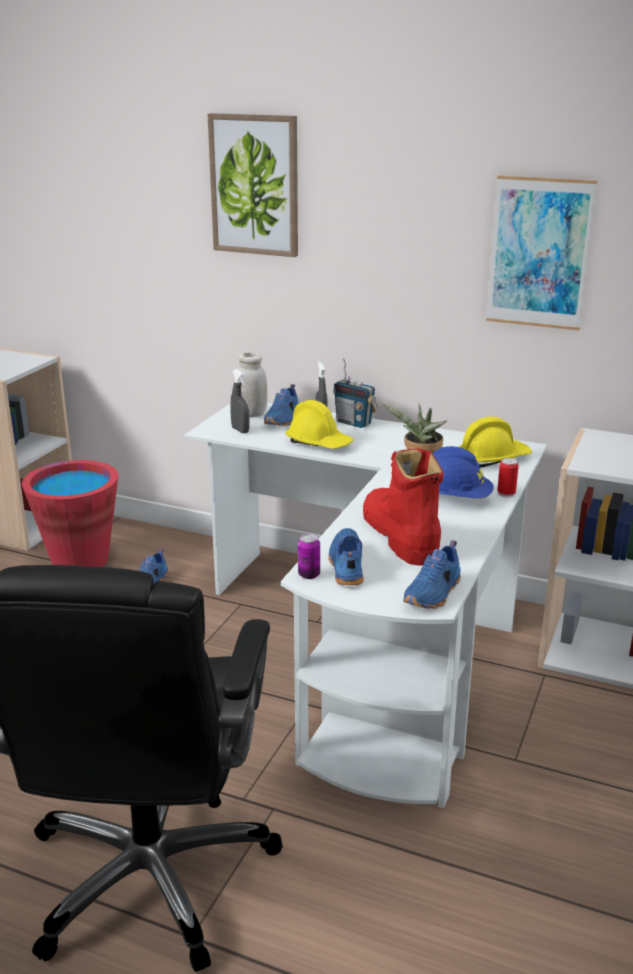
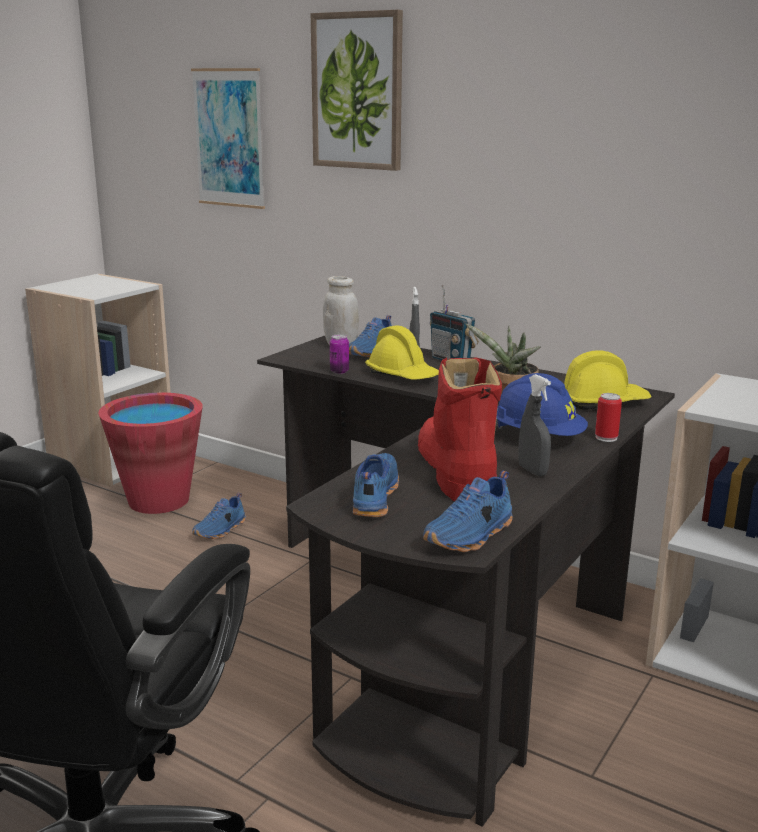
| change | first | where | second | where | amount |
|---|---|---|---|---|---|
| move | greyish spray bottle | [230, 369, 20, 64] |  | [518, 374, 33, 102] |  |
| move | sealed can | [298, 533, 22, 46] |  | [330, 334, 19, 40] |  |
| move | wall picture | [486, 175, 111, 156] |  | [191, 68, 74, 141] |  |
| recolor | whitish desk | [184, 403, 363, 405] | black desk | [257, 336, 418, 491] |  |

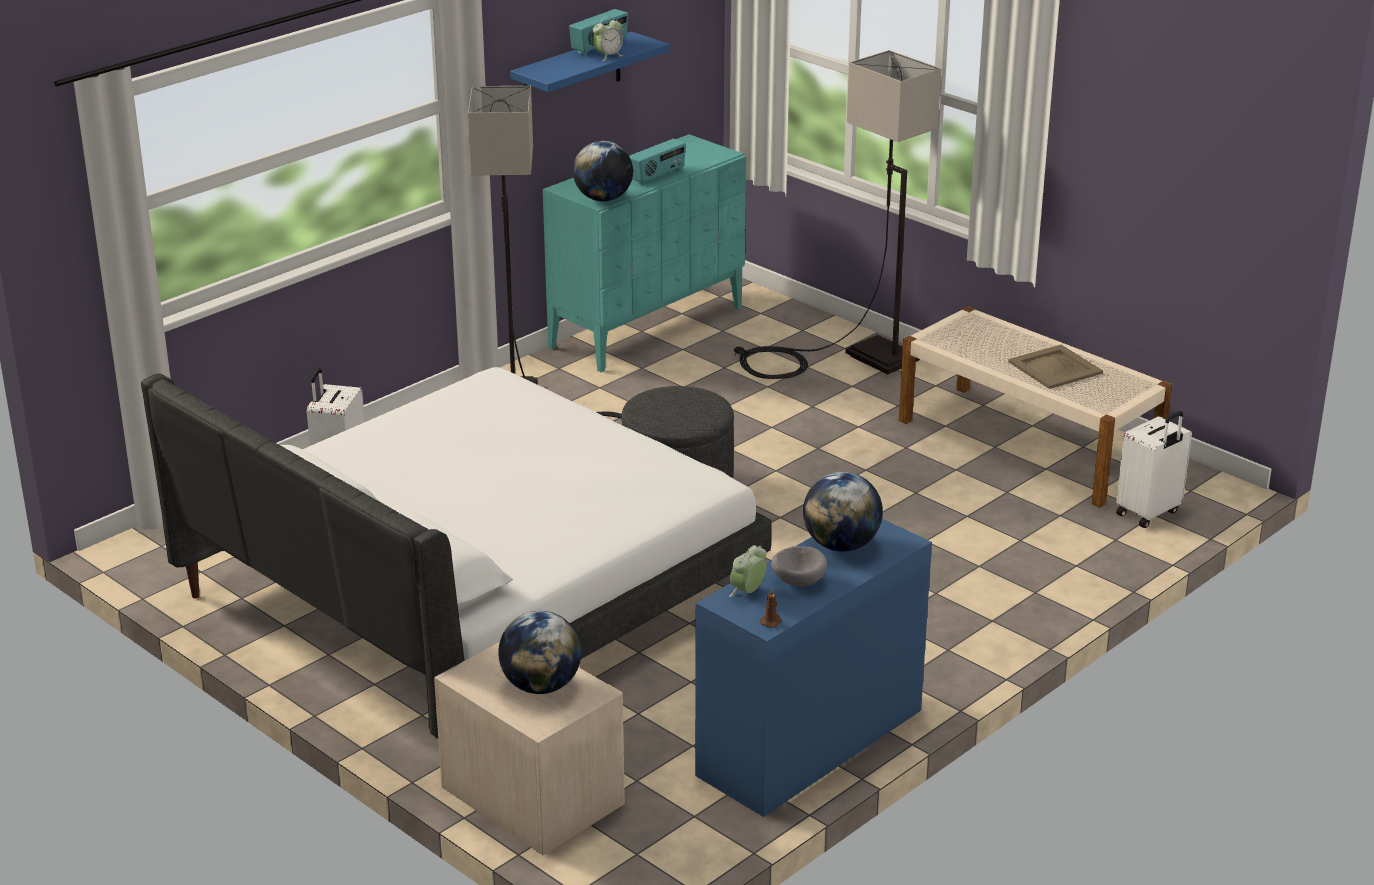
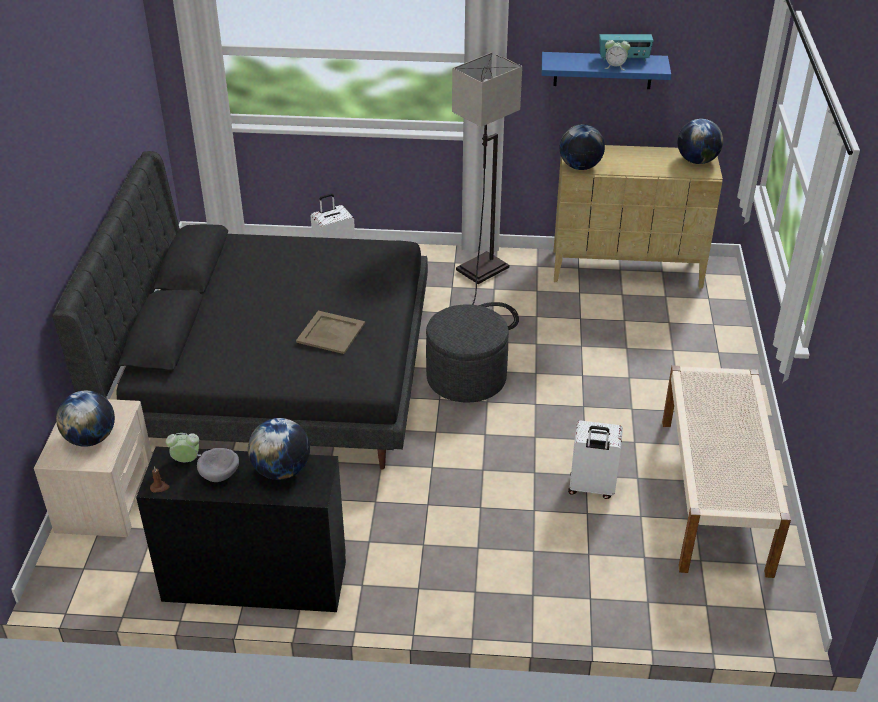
| change | first | where | second | where | amount |
|---|---|---|---|---|---|
| delete | radio | [629, 139, 57, 47] |  |  |  |
| delete | standing lamp | [734, 50, 207, 329] |  |  |  |
| insert |  |  | desk globe | [678, 119, 45, 45] |  |
| move | beige-coloured serving tray | [1008, 345, 95, 44] |  | [296, 311, 69, 43] |  |
| move | whitish suitcase | [1116, 411, 76, 117] |  | [568, 421, 55, 78] |  |
| recolor | whitish bed | [141, 367, 631, 372] | black bed | [52, 151, 376, 319] |  |
| recolor | turquoise drawer chest | [543, 134, 203, 238] | beige-coloured drawer chest | [554, 145, 169, 144] |  |
| recolor | blue desk | [695, 519, 237, 298] | black desk | [136, 447, 210, 165] |  |

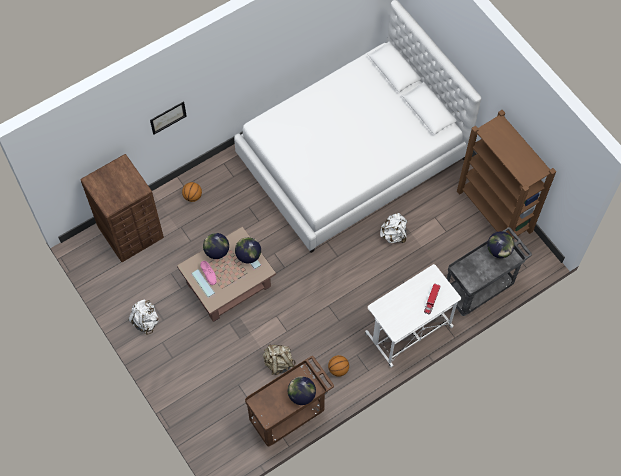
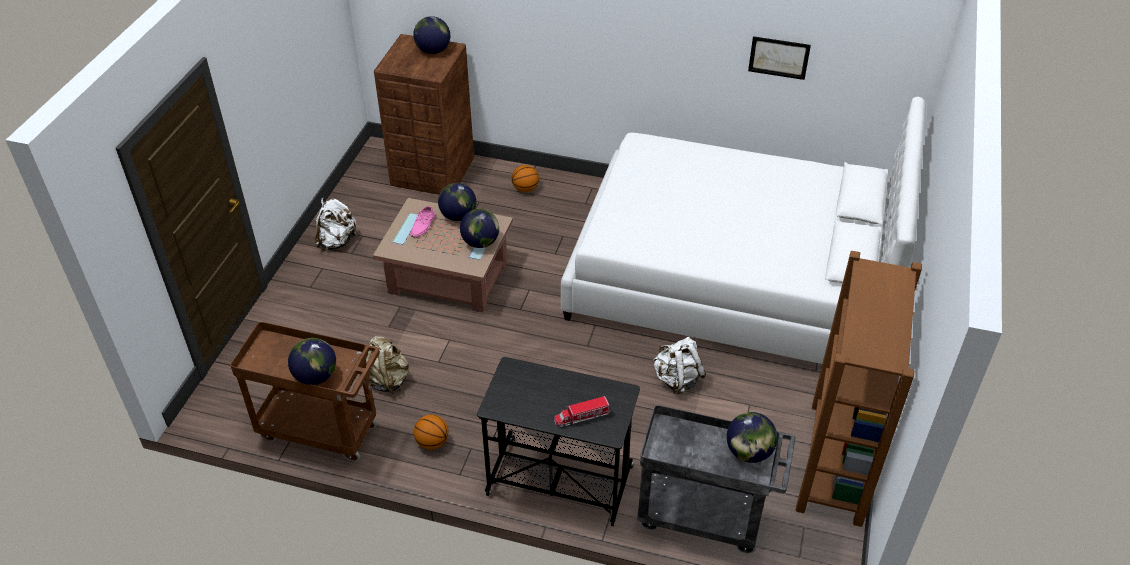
| change | first | where | second | where | amount |
|---|---|---|---|---|---|
| insert |  |  | desk globe | [413, 16, 37, 38] |  |
| move | wall picture | [150, 101, 37, 34] |  | [748, 36, 63, 44] |  |
| recolor | whitish desk | [365, 264, 96, 104] | black desk | [477, 357, 163, 169] |  |

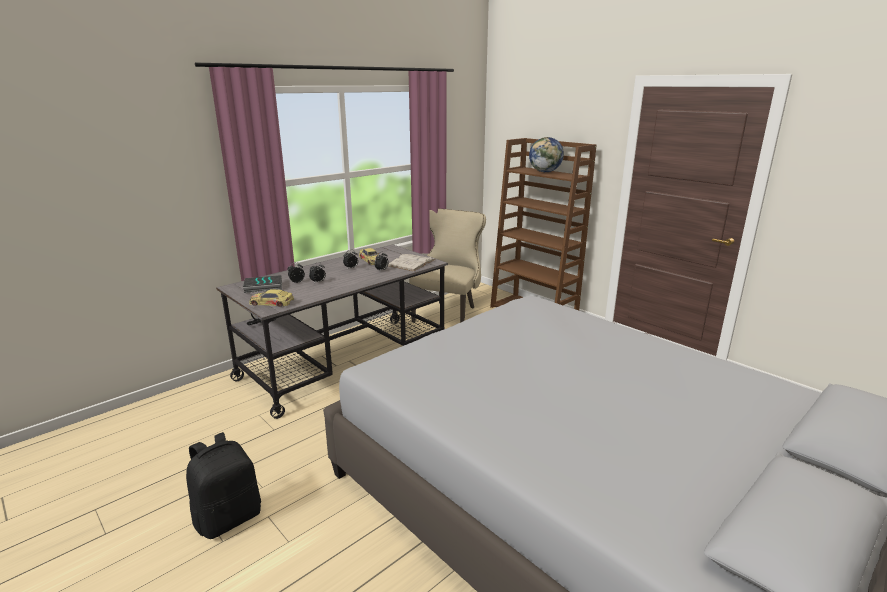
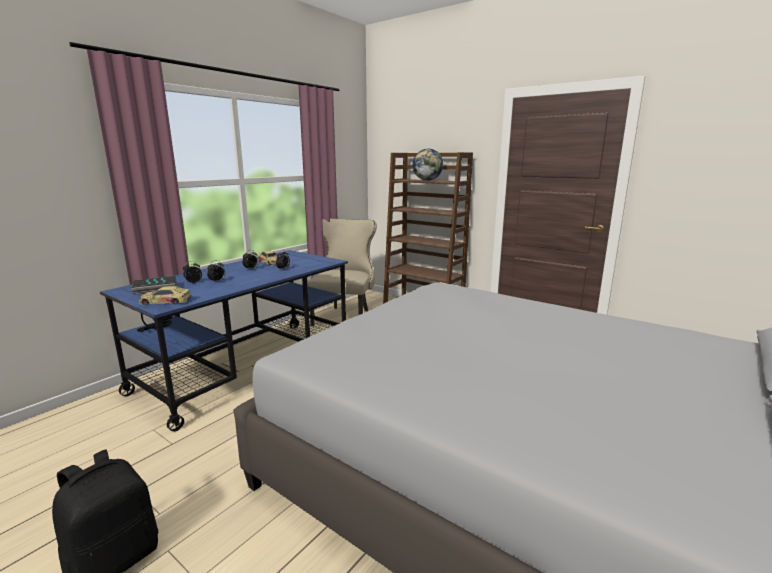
| change | first | where | second | where | amount |
|---|---|---|---|---|---|
| delete | whitish book | [388, 254, 47, 17] |  |  |  |
| recolor | greyish desk | [216, 245, 232, 174] | blue desk | [100, 250, 248, 181] |  |

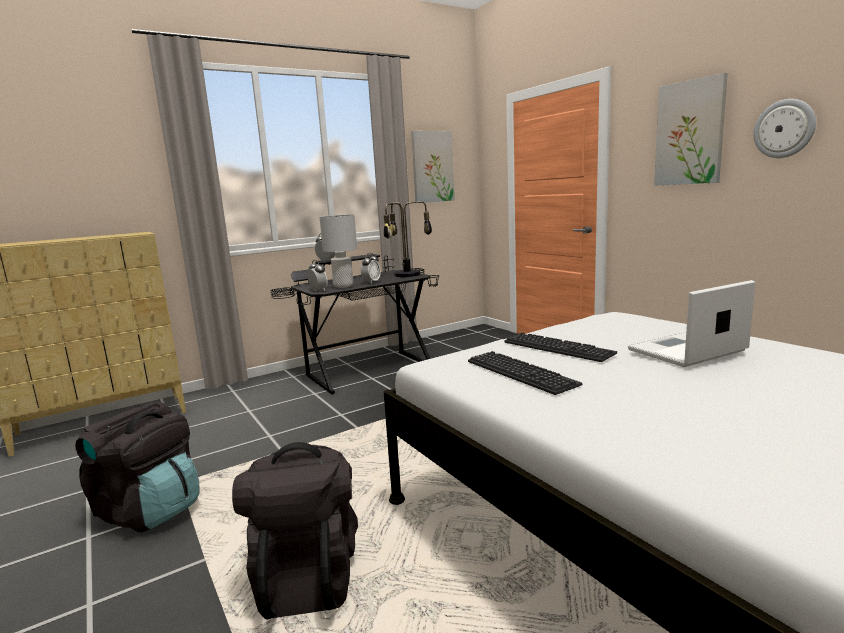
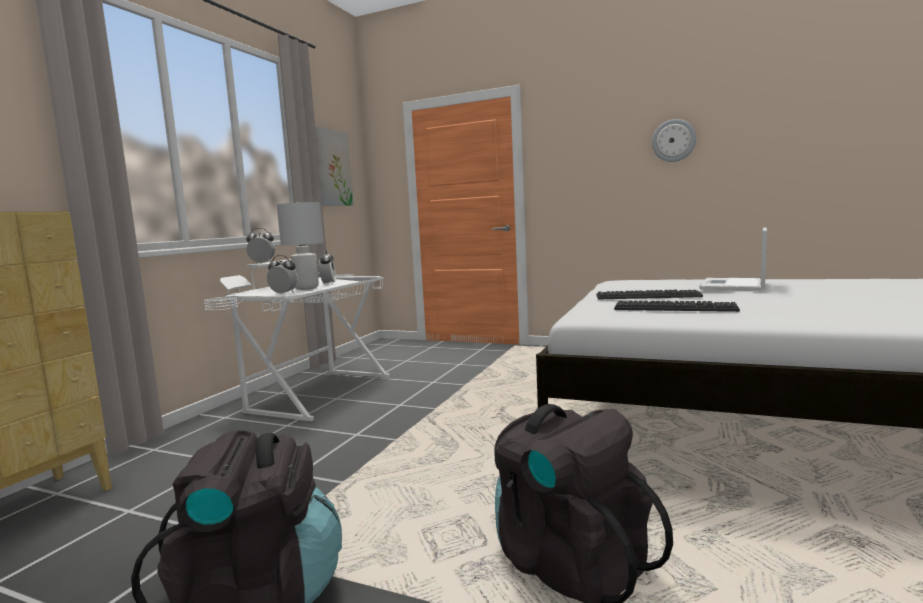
| change | first | where | second | where | amount |
|---|---|---|---|---|---|
| delete | lamp for a table | [384, 201, 48, 76] |  |  |  |
| delete | wall picture | [654, 73, 74, 113] |  |  |  |
| recolor | black desk | [270, 254, 169, 140] | whitish desk | [204, 259, 186, 162] |  |

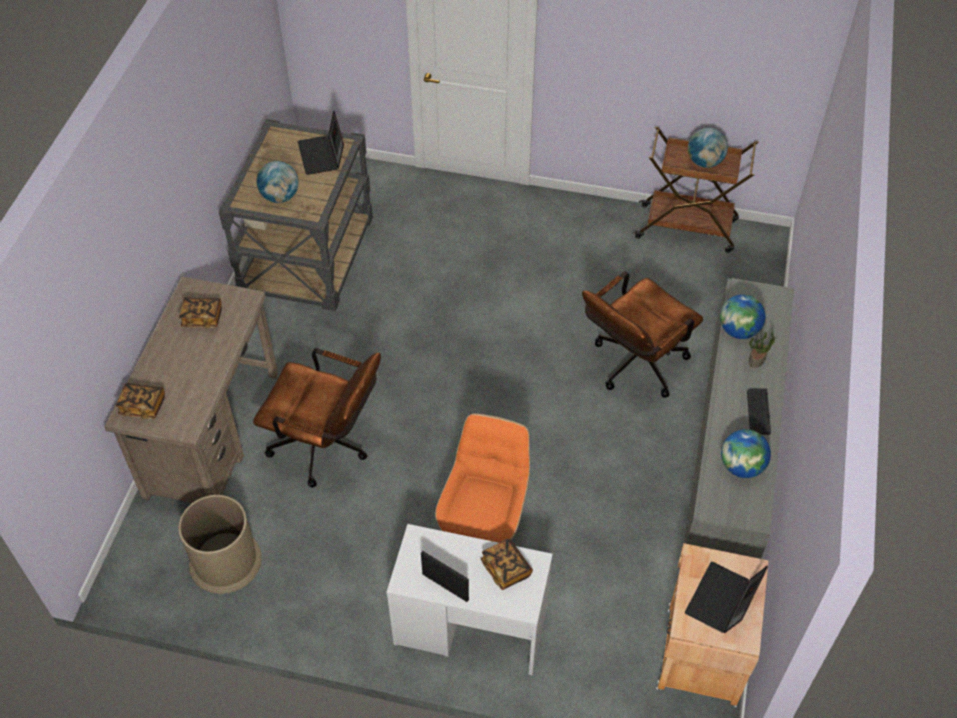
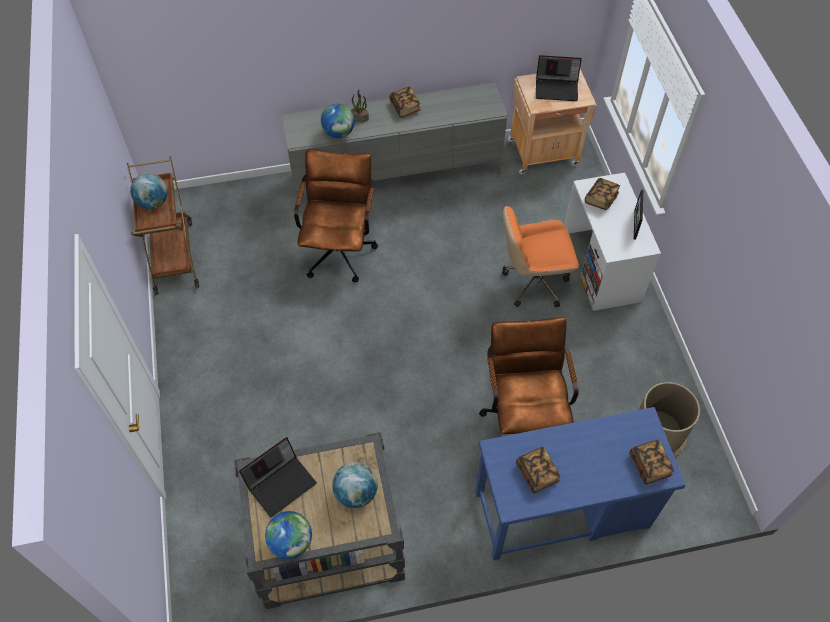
| change | first | where | second | where | amount |
|---|---|---|---|---|---|
| move | desk globe | [721, 429, 50, 49] |  | [265, 511, 47, 48] |  |
| replace | PC keyboard | [747, 388, 24, 47] | book | [389, 86, 32, 32] |  |
| recolor | brownish desk | [104, 276, 174, 227] | blue desk | [475, 407, 210, 153] |  |
| rotate | brownish desk chair | [582, 272, 121, 126] |  | [294, 149, 84, 133] | 105 degrees counterclockwise |

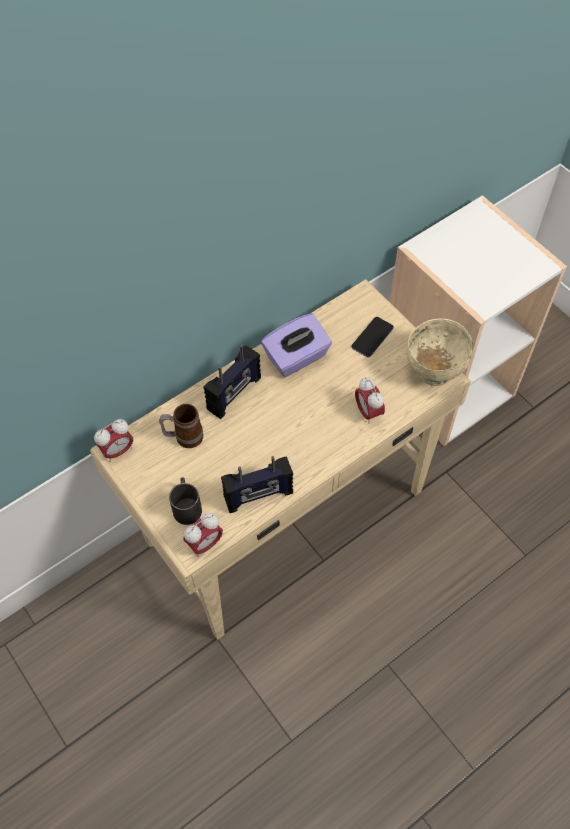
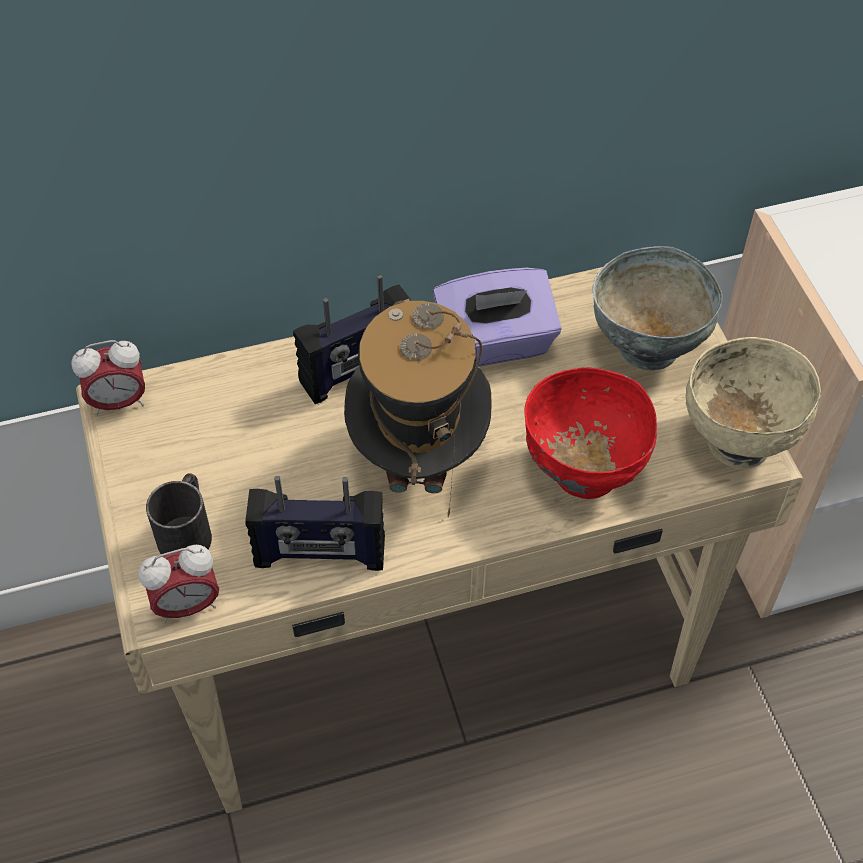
| change | first | where | second | where | amount |
|---|---|---|---|---|---|
| delete | coffee mug | [159, 404, 44, 44] |  |  |  |
| insert |  |  | hat | [344, 299, 148, 218] |  |
| replace | handset | [351, 317, 43, 40] | greyish deep dish | [592, 246, 131, 125] |  |
| replace | table clock | [355, 378, 30, 46] | reddish deep dish | [525, 367, 132, 132] |  |

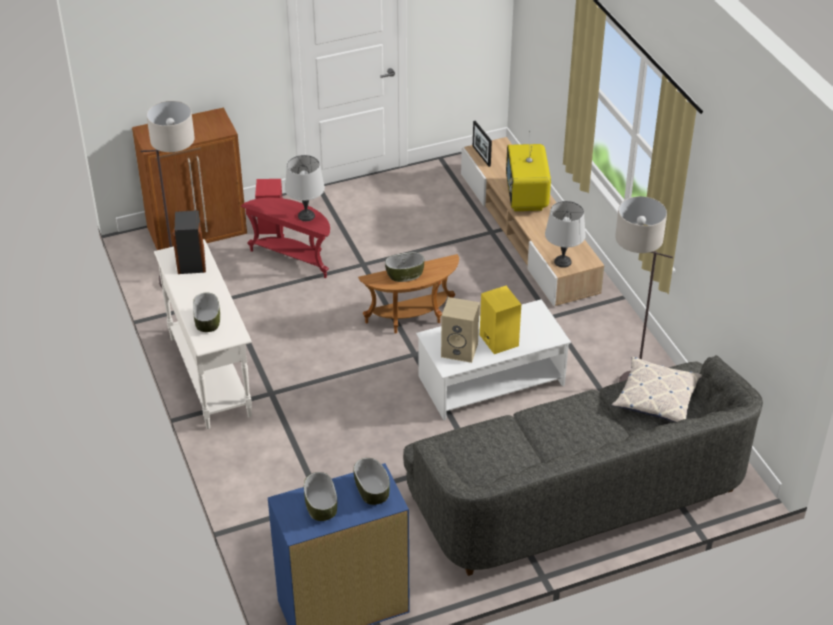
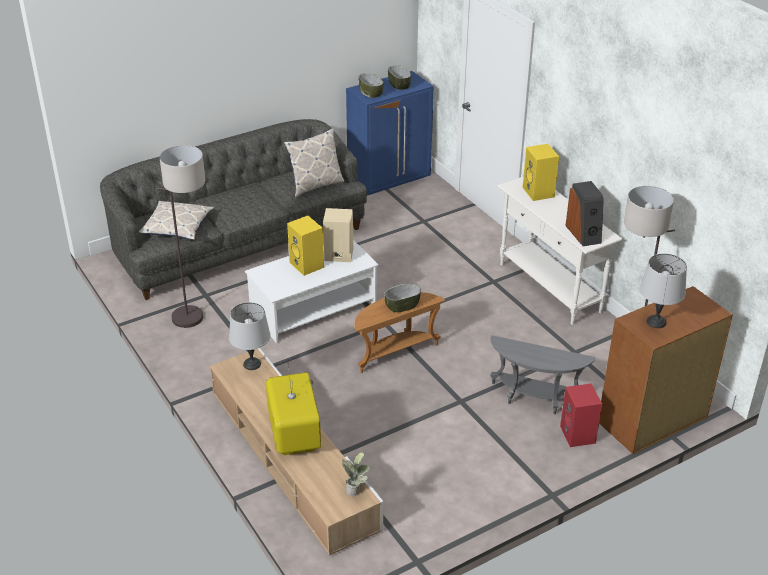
| change | first | where | second | where | amount |
|---|---|---|---|---|---|
| insert |  |  | cushion | [284, 128, 60, 69] |  |
| move | greyish lamp for a table | [285, 155, 40, 66] |  | [640, 254, 47, 74] |  |
| replace | deep dish | [193, 293, 27, 39] | yellow audio speaker | [522, 144, 37, 57] |  |
| replace | standing frame | [473, 121, 19, 46] | houseplant | [341, 453, 29, 43] |  |
| recolor | reddish side table | [241, 198, 89, 80] | greyish side table | [490, 335, 105, 79] |  |

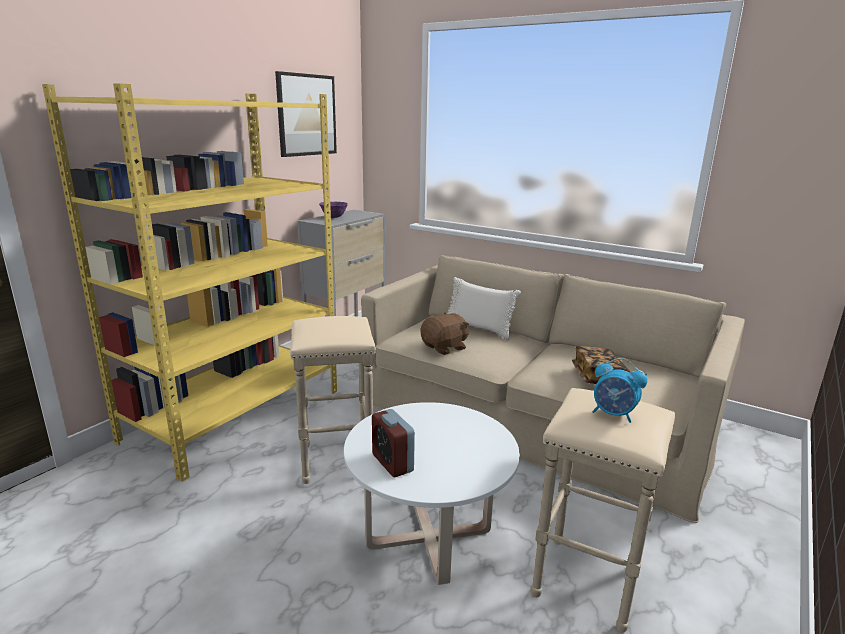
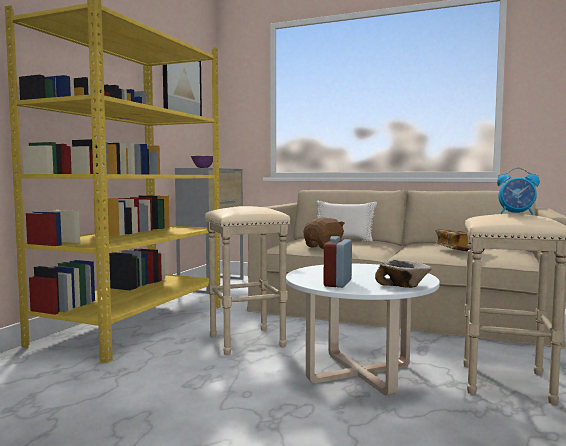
| change | first | where | second | where | amount |
|---|---|---|---|---|---|
| insert |  |  | deep dish | [375, 260, 57, 28] |  |
| rotate | table clock | [372, 409, 43, 68] |  | [323, 236, 29, 52] | 60 degrees clockwise |

